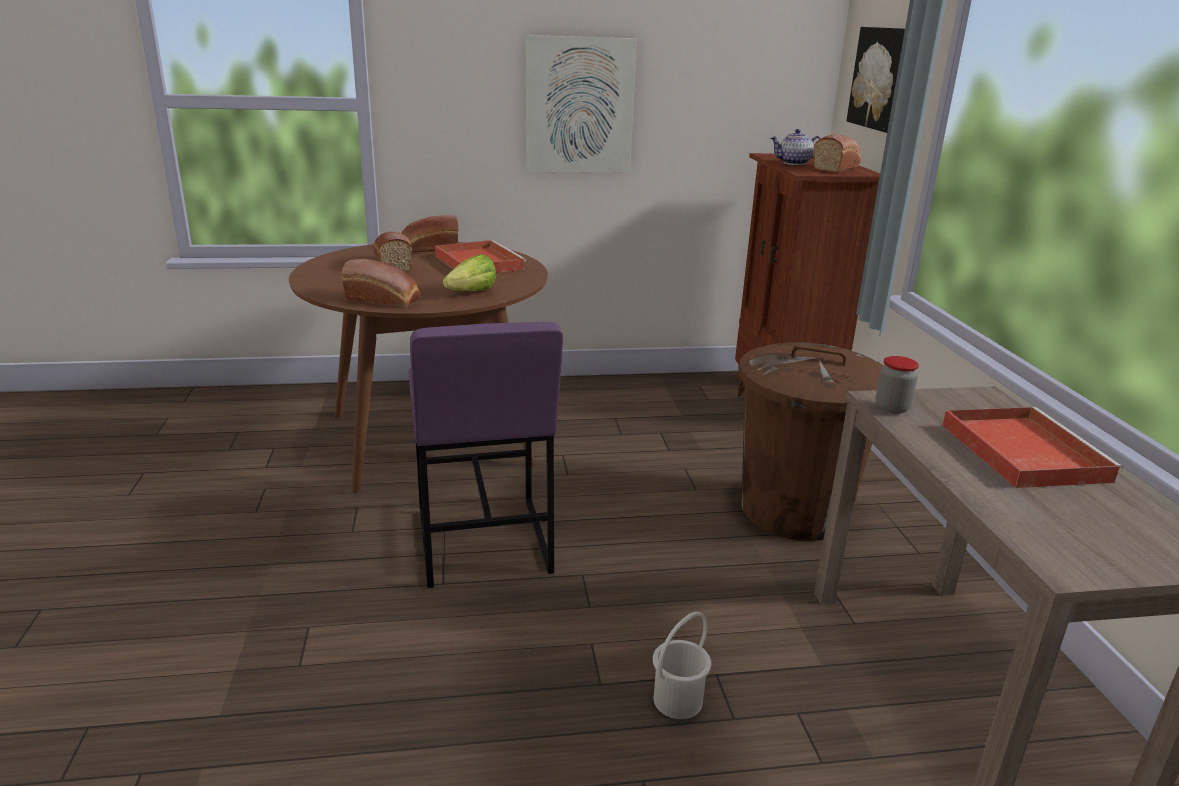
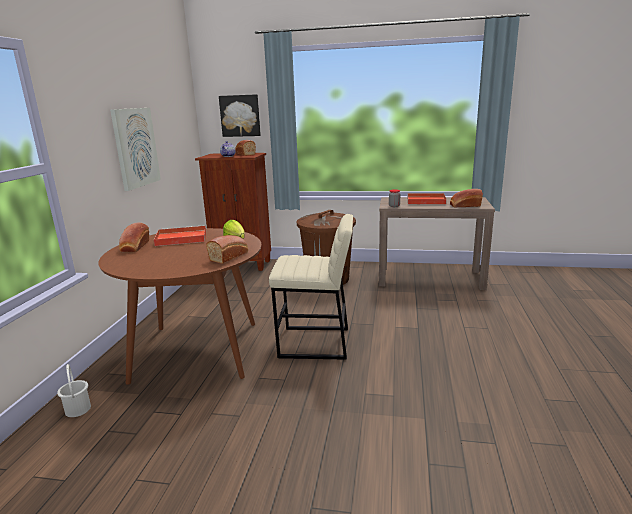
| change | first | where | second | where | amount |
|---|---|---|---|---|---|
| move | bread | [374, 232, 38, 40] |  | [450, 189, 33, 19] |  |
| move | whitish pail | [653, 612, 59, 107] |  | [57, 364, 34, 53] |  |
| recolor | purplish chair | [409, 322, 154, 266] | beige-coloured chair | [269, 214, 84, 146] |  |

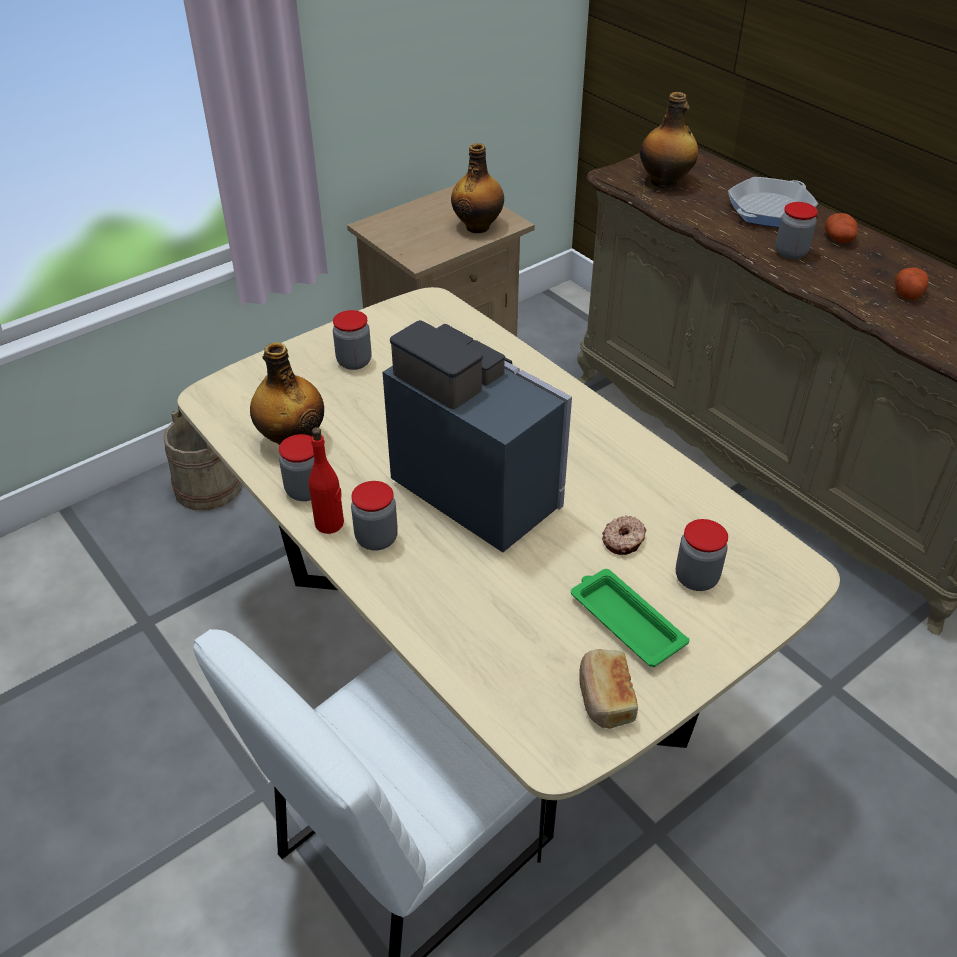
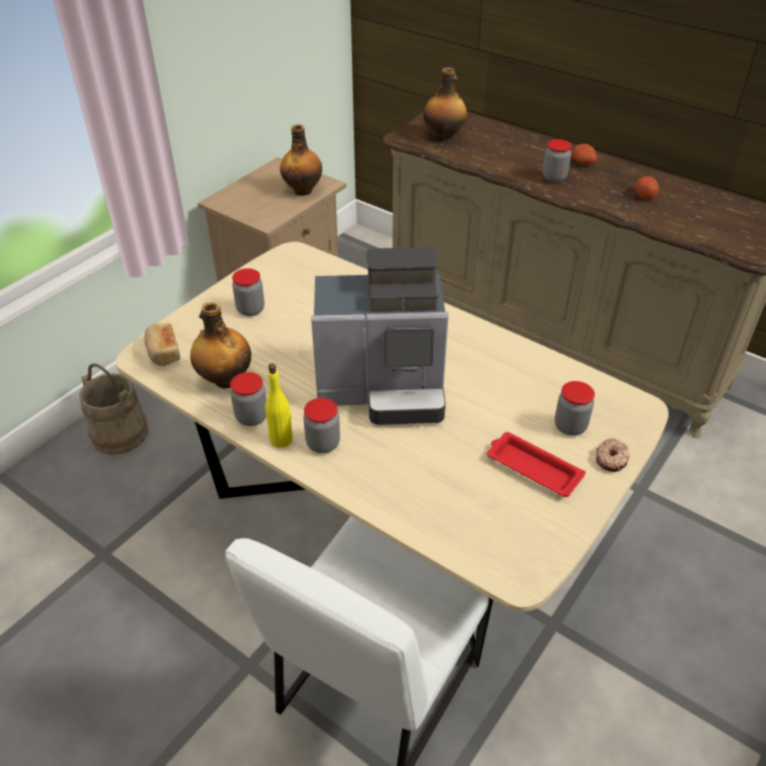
| change | first | where | second | where | amount |
|---|---|---|---|---|---|
| delete | frying pan | [728, 177, 90, 50] |  |  |  |
| move | bread | [579, 649, 59, 80] |  | [144, 323, 36, 43] |  |
| move | doughnut | [602, 516, 44, 39] |  | [596, 438, 34, 34] |  |
| recolor | reddish beverage bottle | [309, 427, 35, 107] | yellow beverage bottle | [265, 363, 28, 85] |  |
| recolor | green serving tray | [571, 569, 118, 98] | reddish serving tray | [487, 432, 98, 65] |  |
| rotate | coffee brewer | [383, 320, 189, 232] |  | [311, 247, 138, 178] | 150 degrees clockwise |

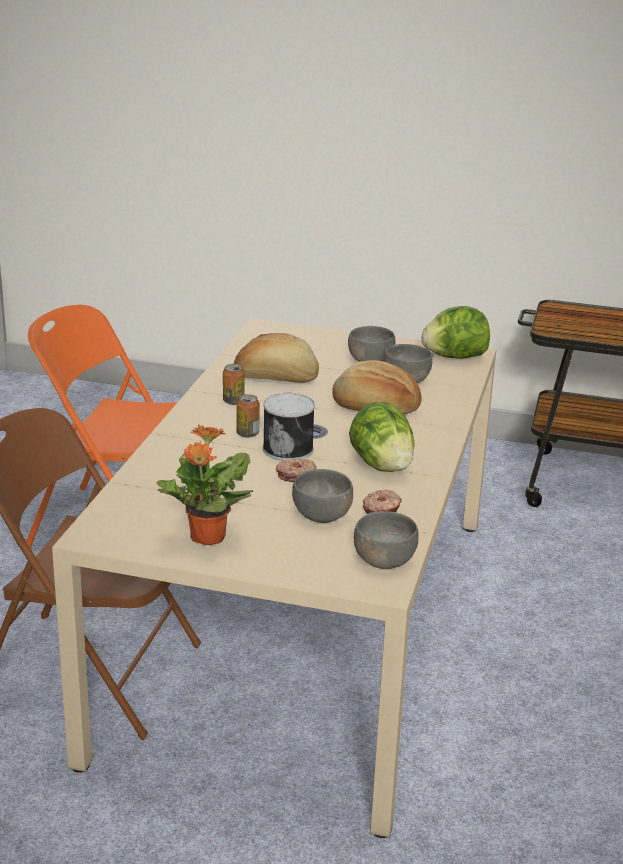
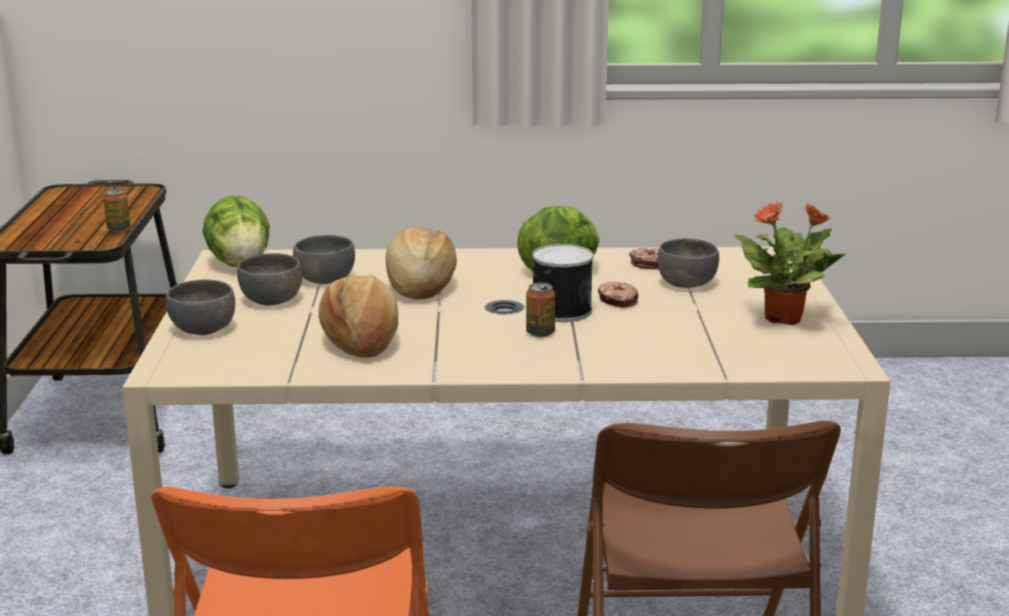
| change | first | where | second | where | amount |
|---|---|---|---|---|---|
| move | sealed can | [223, 364, 22, 41] |  | [103, 189, 27, 43] |  |
| move | greyish deep dish | [354, 511, 65, 58] |  | [166, 280, 69, 55] |  |

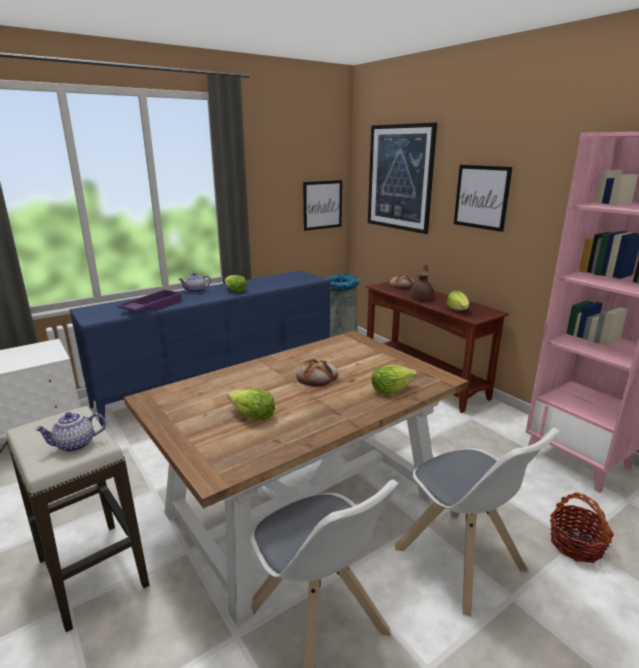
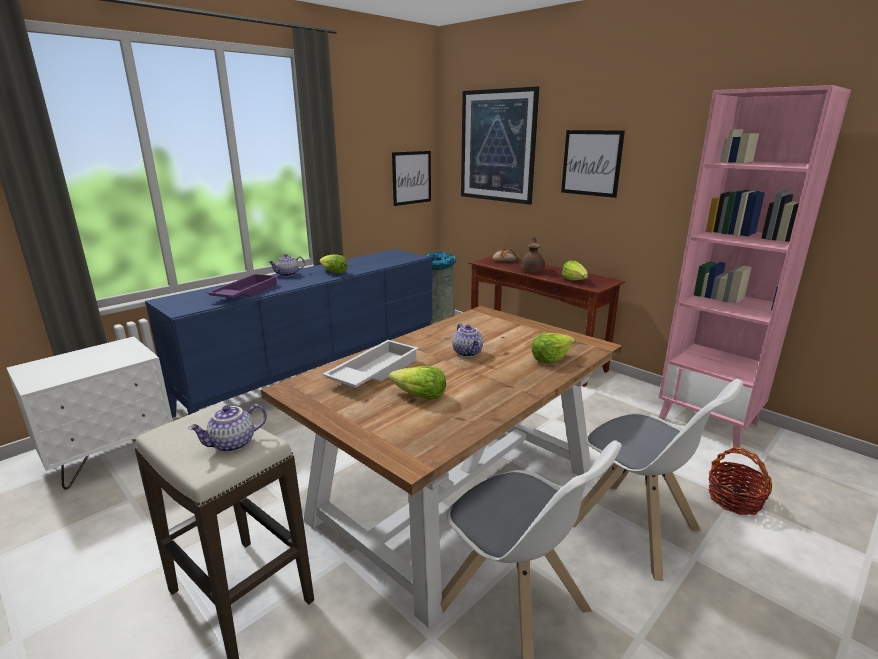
| change | first | where | second | where | amount |
|---|---|---|---|---|---|
| insert |  |  | whitish serving tray | [322, 340, 97, 48] |  |
| replace | bread | [296, 359, 42, 28] | tea pot | [452, 323, 31, 34] |  |

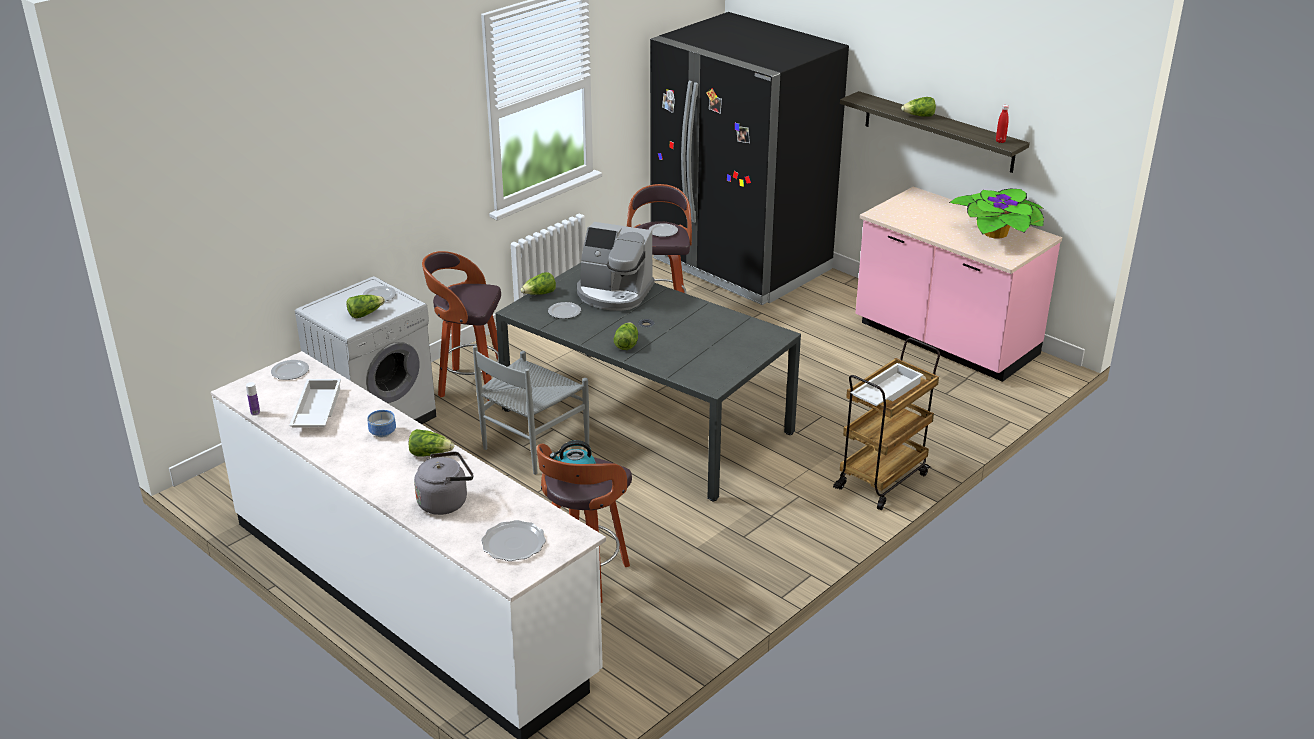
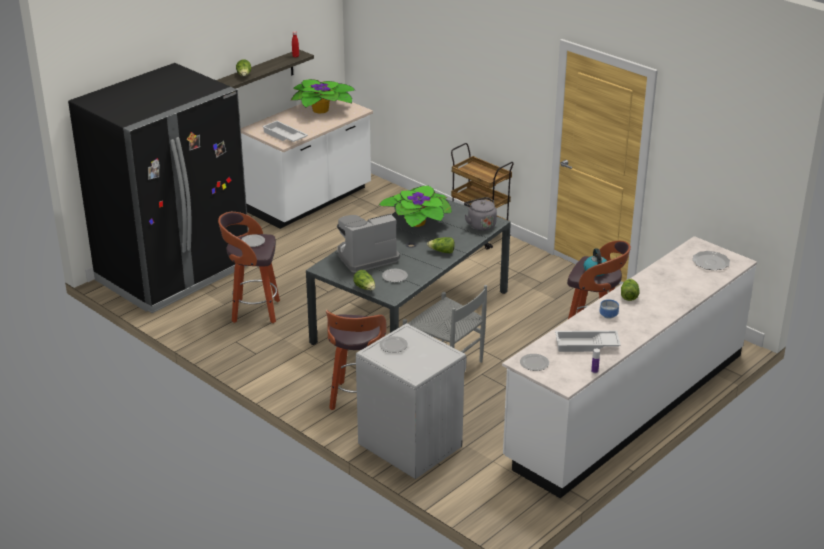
| change | first | where | second | where | amount |
|---|---|---|---|---|---|
| delete | lettuce head | [346, 295, 39, 23] |  |  |  |
| insert |  |  | houseplant | [378, 186, 74, 42] |  |
| move | greyish tea kettle | [414, 451, 59, 64] |  | [464, 197, 33, 34] |  |
| move | whitish serving tray | [851, 363, 72, 43] |  | [262, 121, 46, 21] |  |
| recolor | pink-coloured kitchen base unit | [855, 187, 207, 195] | whitish kitchen base unit | [241, 100, 132, 129] |  |
| rotate | coffee brewer | [577, 222, 77, 89] |  | [337, 214, 63, 59] | 135 degrees counterclockwise |

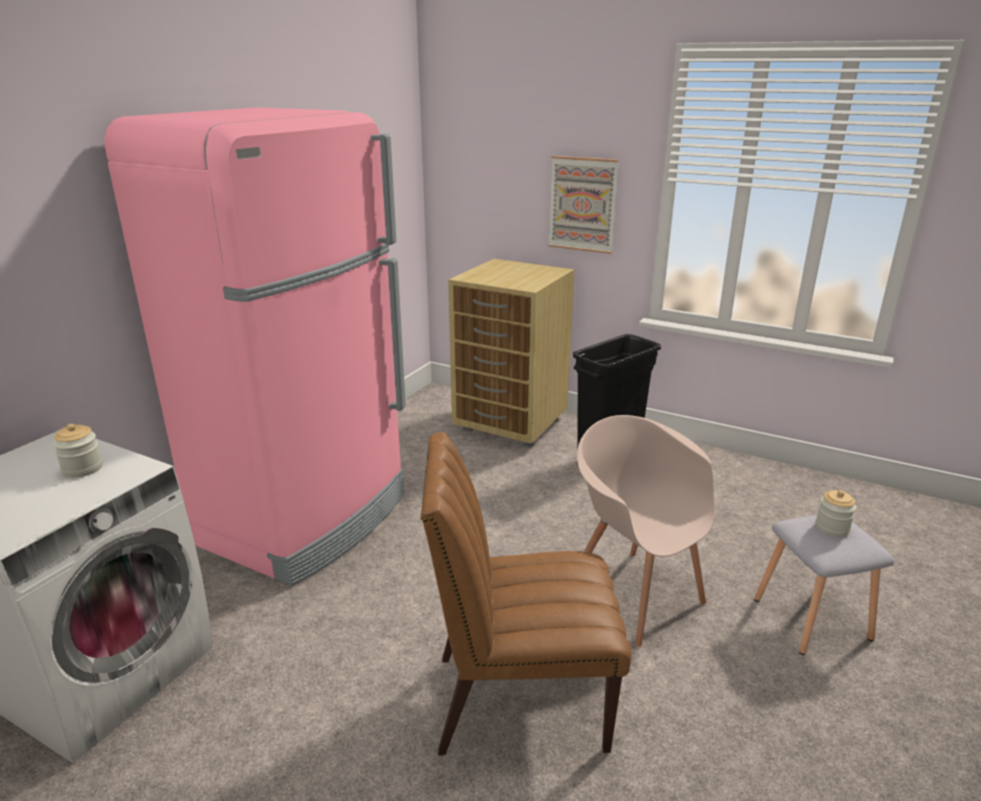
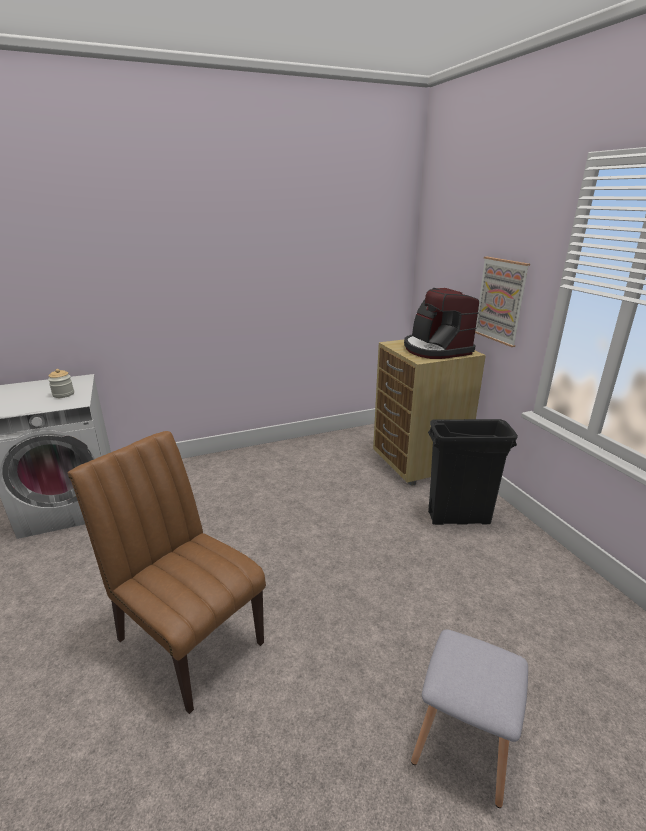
| change | first | where | second | where | amount |
|---|---|---|---|---|---|
| delete | pink-coloured refrigerator | [104, 107, 302, 479] |  |  |  |
| delete | beige-coloured chair | [577, 415, 138, 232] |  |  |  |
| delete | jar | [816, 490, 40, 47] |  |  |  |
| insert |  |  | coffee brewer | [404, 288, 75, 71] |  |

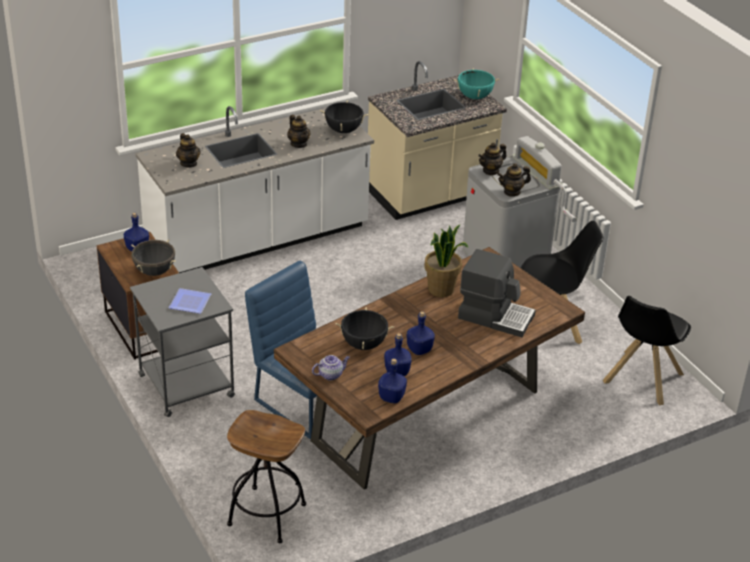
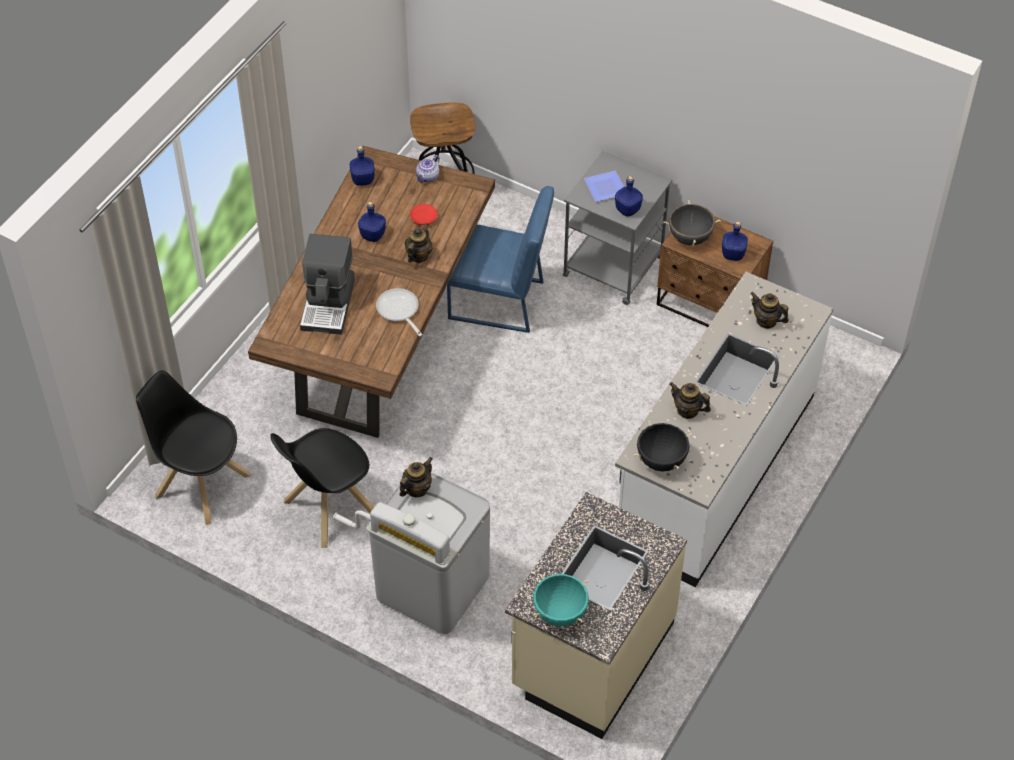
| change | first | where | second | where | amount |
|---|---|---|---|---|---|
| move | blue beverage bottle | [384, 333, 28, 43] |  | [615, 176, 28, 40] |  |
| move | tea pot | [478, 143, 28, 32] |  | [405, 223, 28, 40] |  |
| replace | black cooking pot | [335, 307, 59, 43] | reddish plate | [410, 204, 28, 21] |  |
| replace | houseplant | [424, 224, 44, 73] | frying pan | [376, 288, 46, 48] |  |
| rotate | coffee brewer | [458, 249, 78, 88] |  | [300, 234, 55, 101] | 75 degrees counterclockwise |
| rotate | black chair | [603, 296, 88, 109] |  | [136, 371, 114, 154] | 60 degrees counterclockwise |

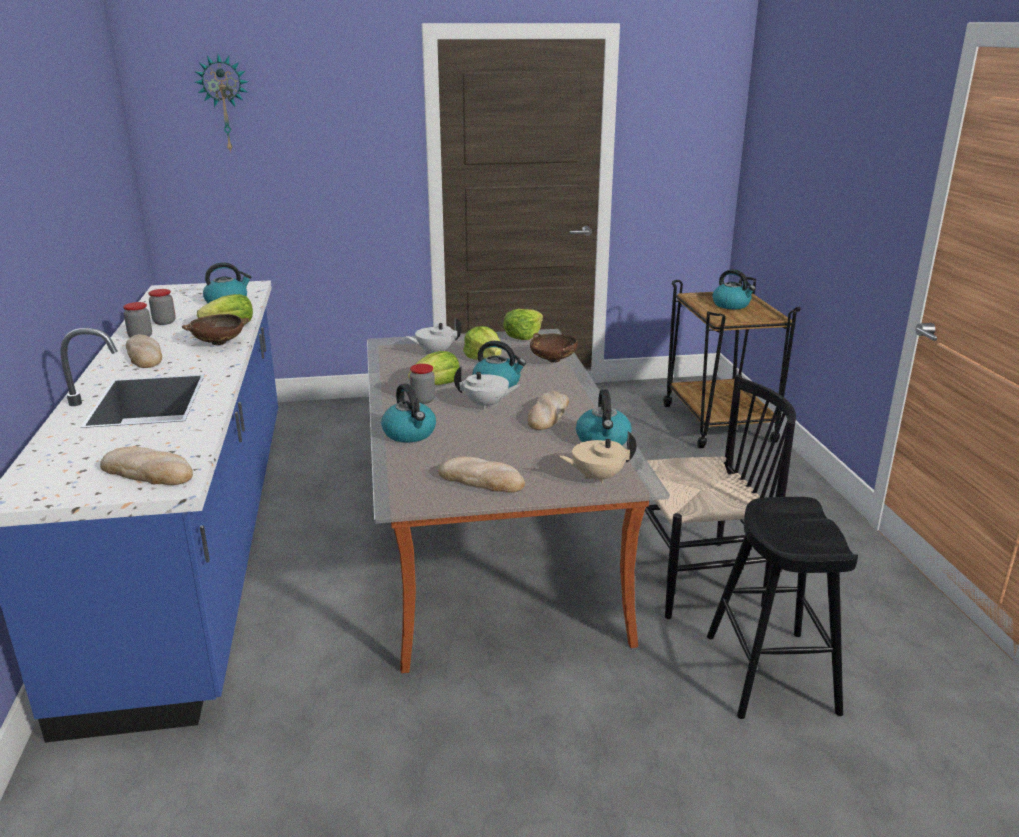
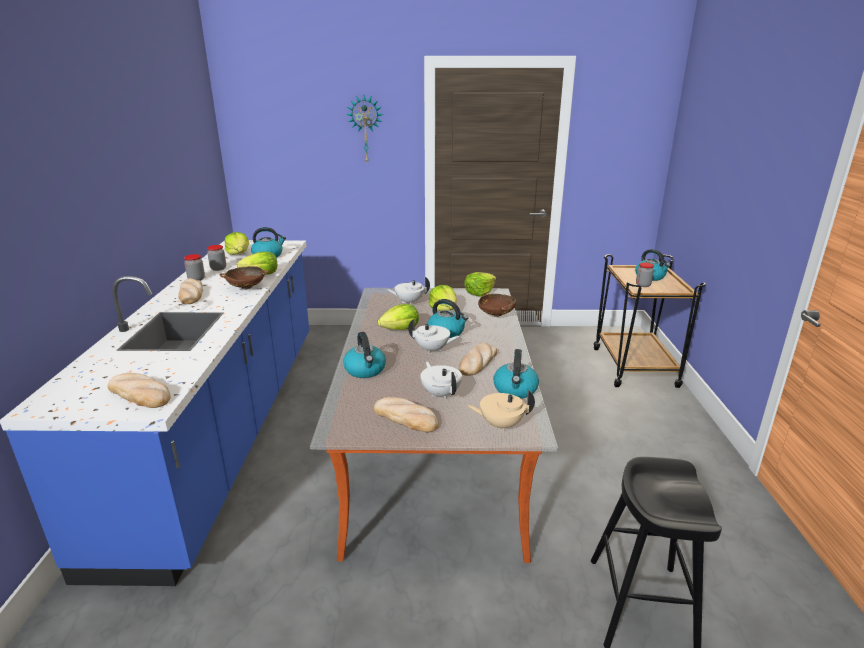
| change | first | where | second | where | amount |
|---|---|---|---|---|---|
| delete | black chair | [645, 375, 151, 244] |  |  |  |
| insert |  |  | lettuce head | [225, 232, 24, 23] |  |
| insert |  |  | whitish tea pot | [420, 362, 42, 37] |  |
| move | clock on the wall | [194, 54, 54, 99] |  | [346, 95, 37, 67] |  |
| move | jar | [410, 364, 25, 40] |  | [636, 263, 18, 24] |  |

